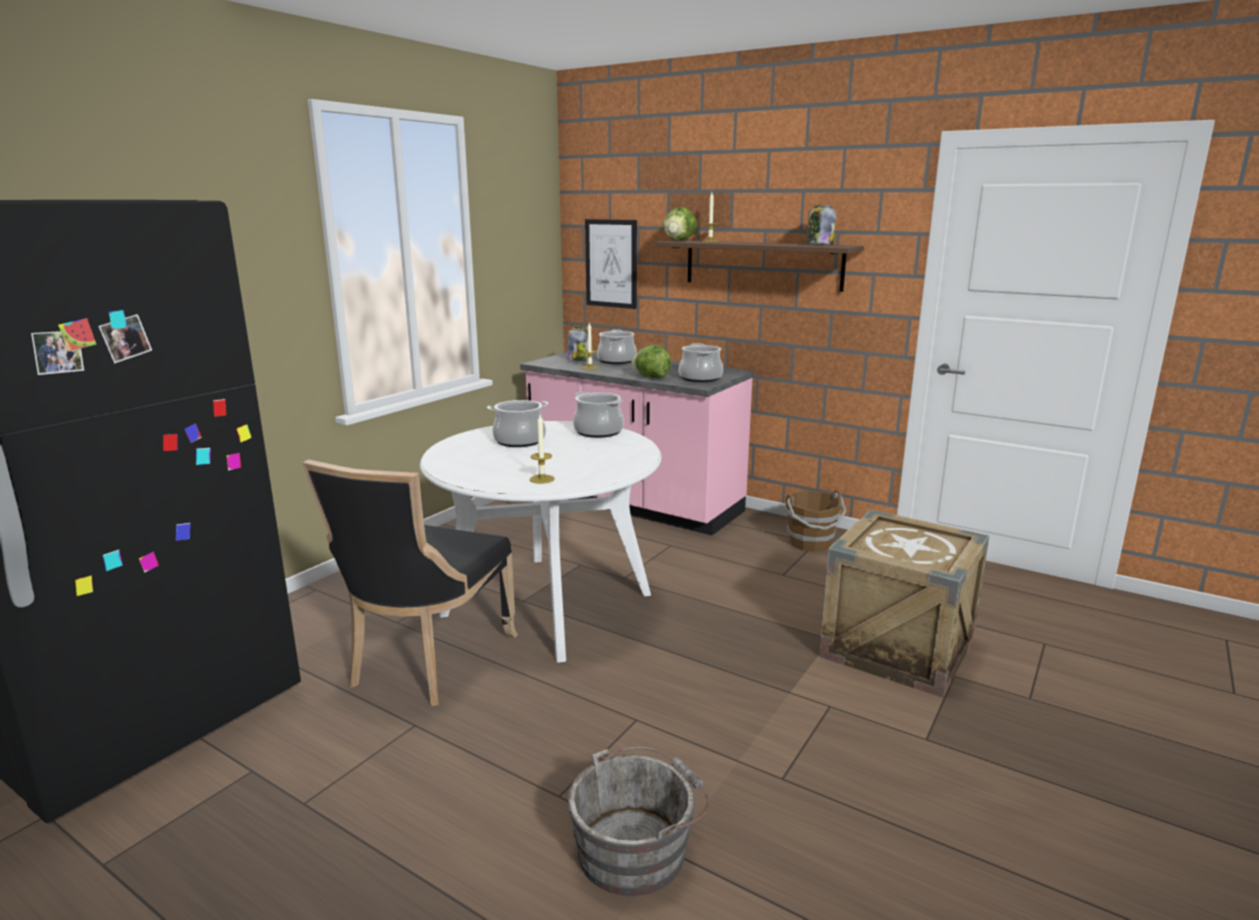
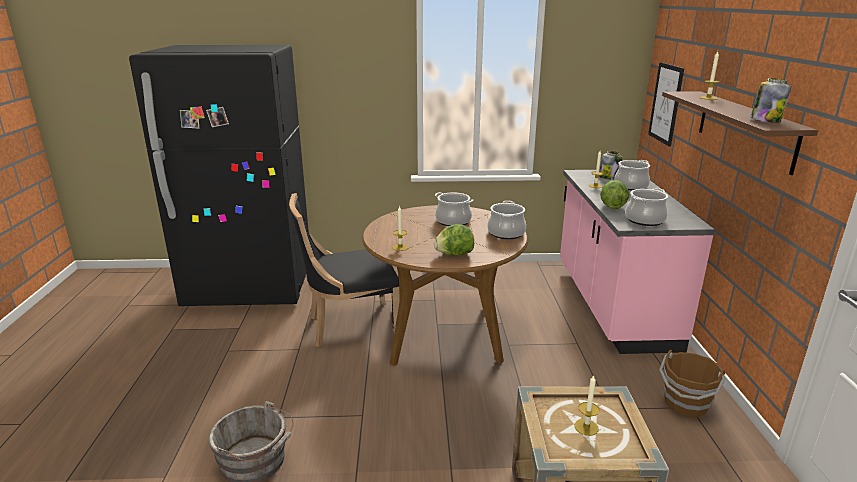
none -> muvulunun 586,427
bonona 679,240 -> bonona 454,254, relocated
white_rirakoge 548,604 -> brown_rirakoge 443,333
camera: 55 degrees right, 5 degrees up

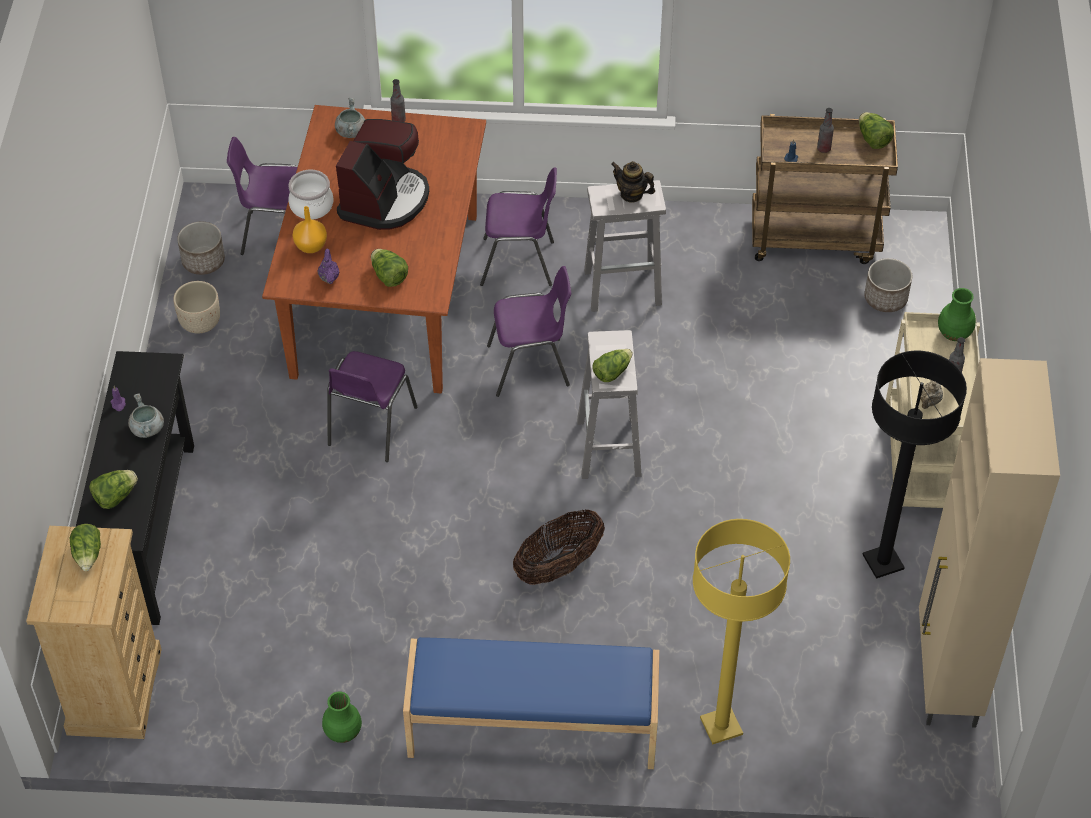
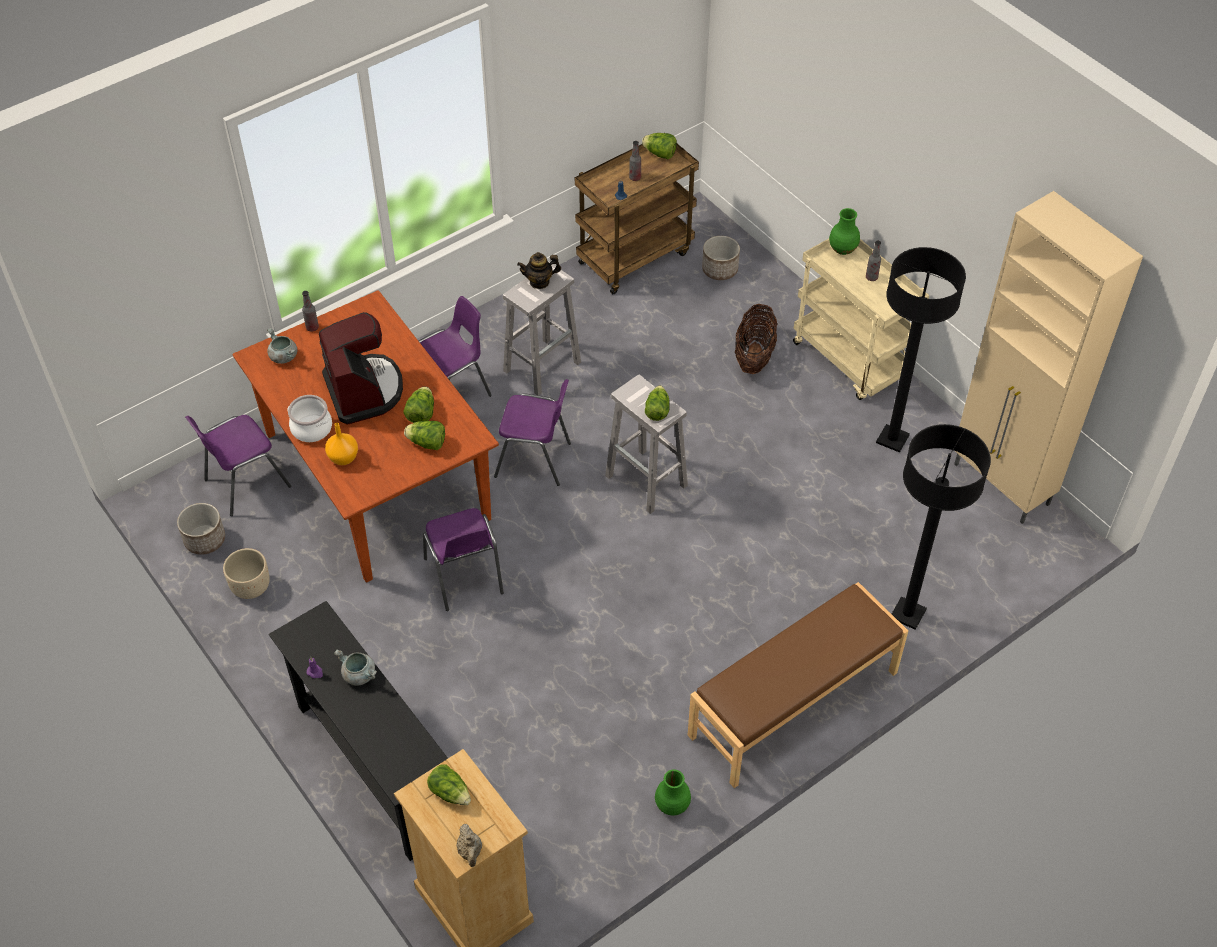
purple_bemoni 329,277 -> none
bonona 115,497 -> bonona 421,413, relocated
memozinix 558,566 -> memozinix 754,356, relocated
beige_bemoni 929,401 -> beige_bemoni 470,852, relocated
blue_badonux 532,728 -> brown_badonux 794,705
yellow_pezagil 721,726 -> black_pezagil 907,614
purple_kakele 530,366 -> purple_kakele 535,460, 60 degrees clockwise
camera: 40 degrees left, 0 degrees up

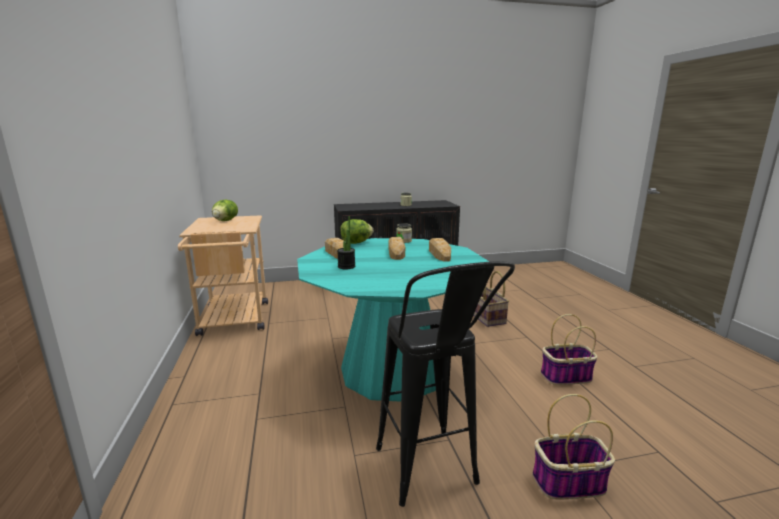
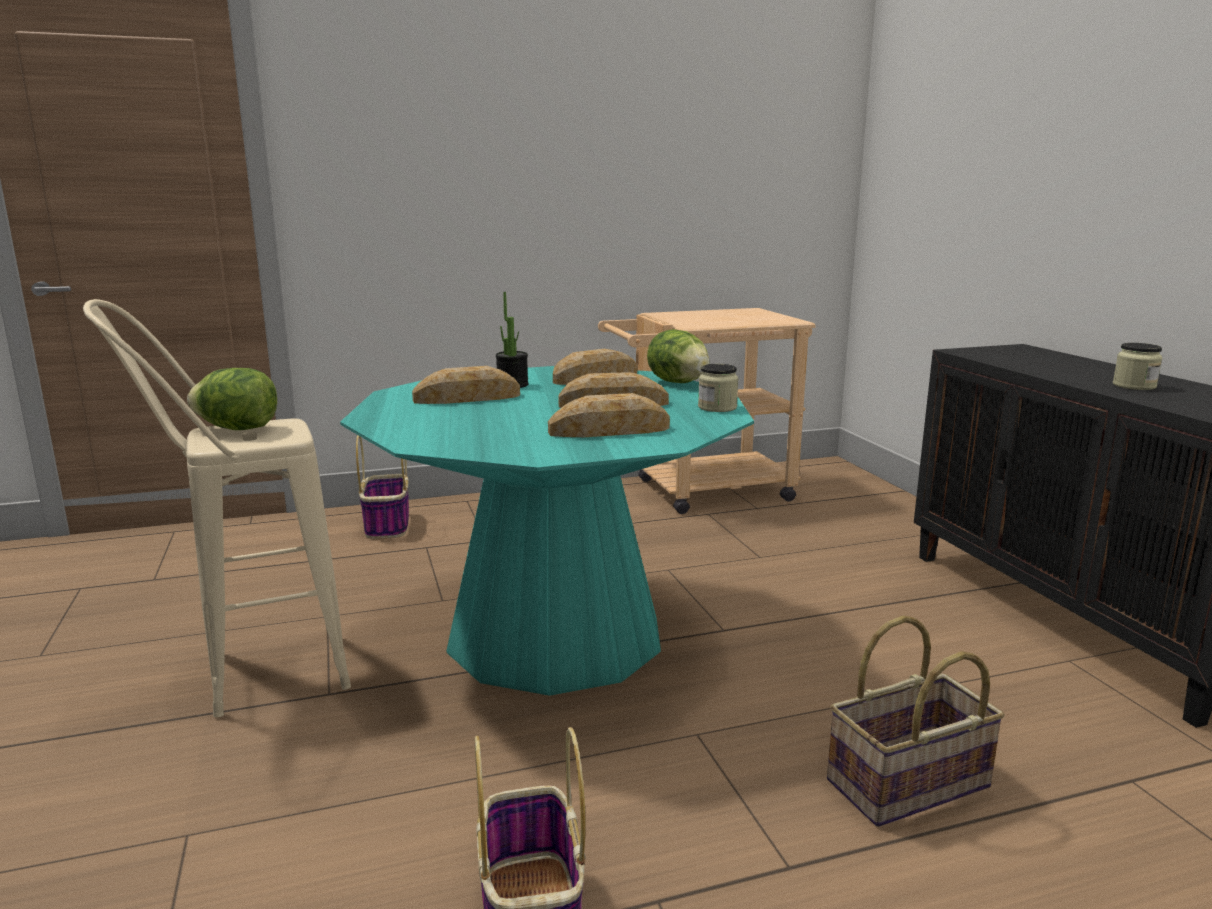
none -> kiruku 467,398
bonona 225,221 -> bonona 238,429, relocated
memozinix 568,483 -> memozinix 387,525, relocated
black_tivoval 432,478 -> beige_tivoval 251,676
camera: 85 degrees right, 0 degrees up

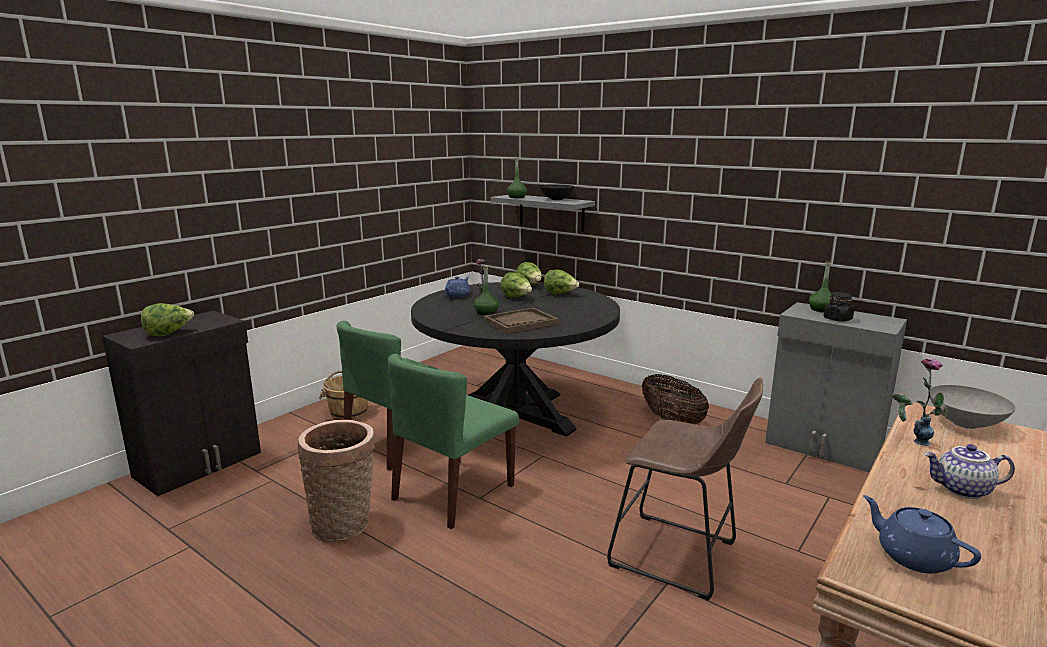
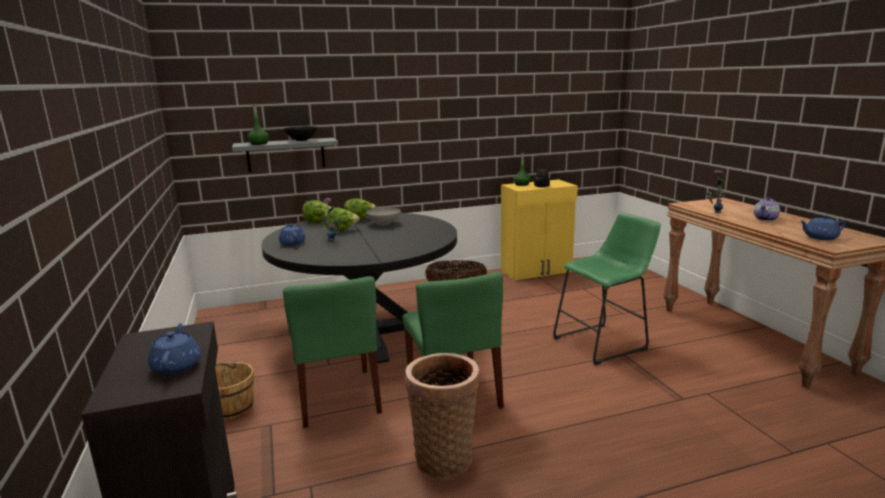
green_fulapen 486,312 -> none
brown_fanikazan 520,323 -> none
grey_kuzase 966,423 -> grey_kuzase 384,223, relocated
bonona 168,333 -> blue_bemoni 177,365
brown_tivoval 680,557 -> green_tivoval 604,343
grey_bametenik 823,448 -> yellow_bametenik 537,271
camera: 55 degrees left, 0 degrees up

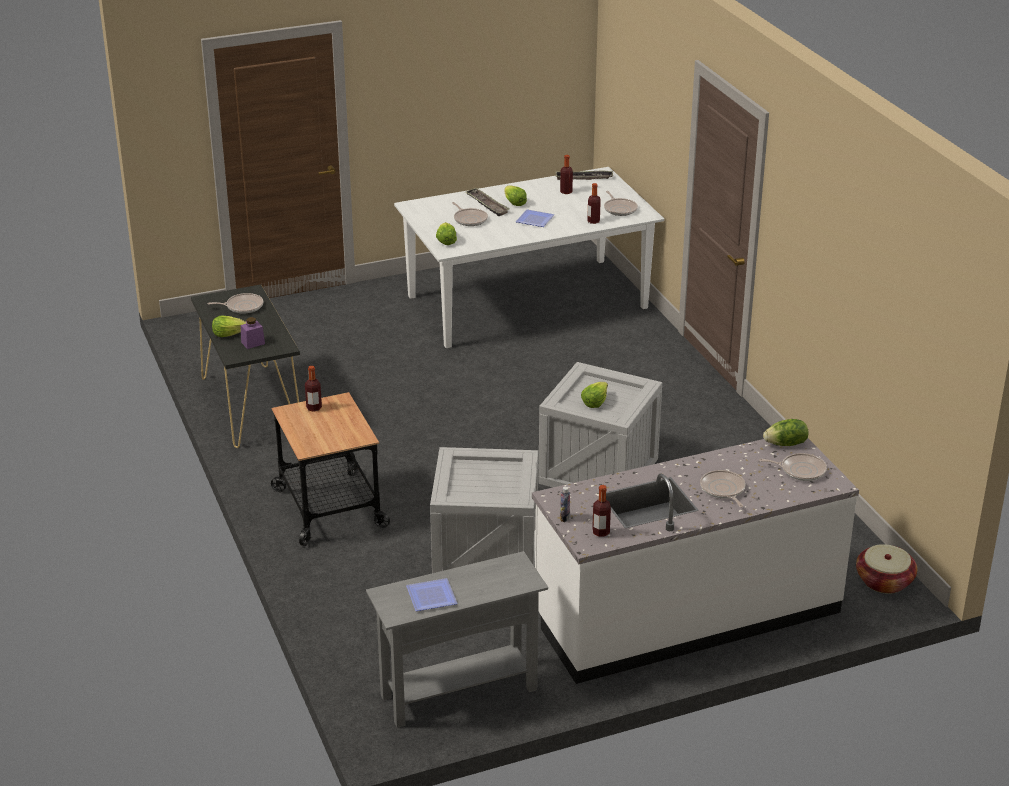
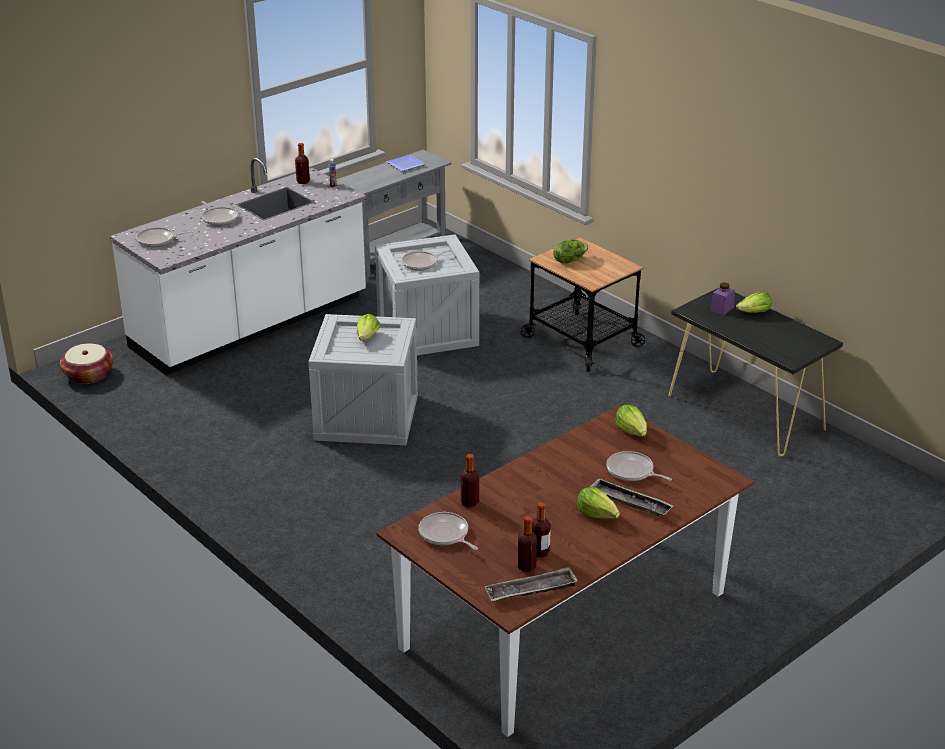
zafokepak 535,220 -> none
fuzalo 242,306 -> fuzalo 421,263, relocated
fulapen 314,408 -> fulapen 526,566, relocated
bonona 786,444 -> bonona 569,260, relocated
white_rirakoge 527,301 -> brown_rirakoge 565,621
camera: 160 degrees right, 0 degrees up

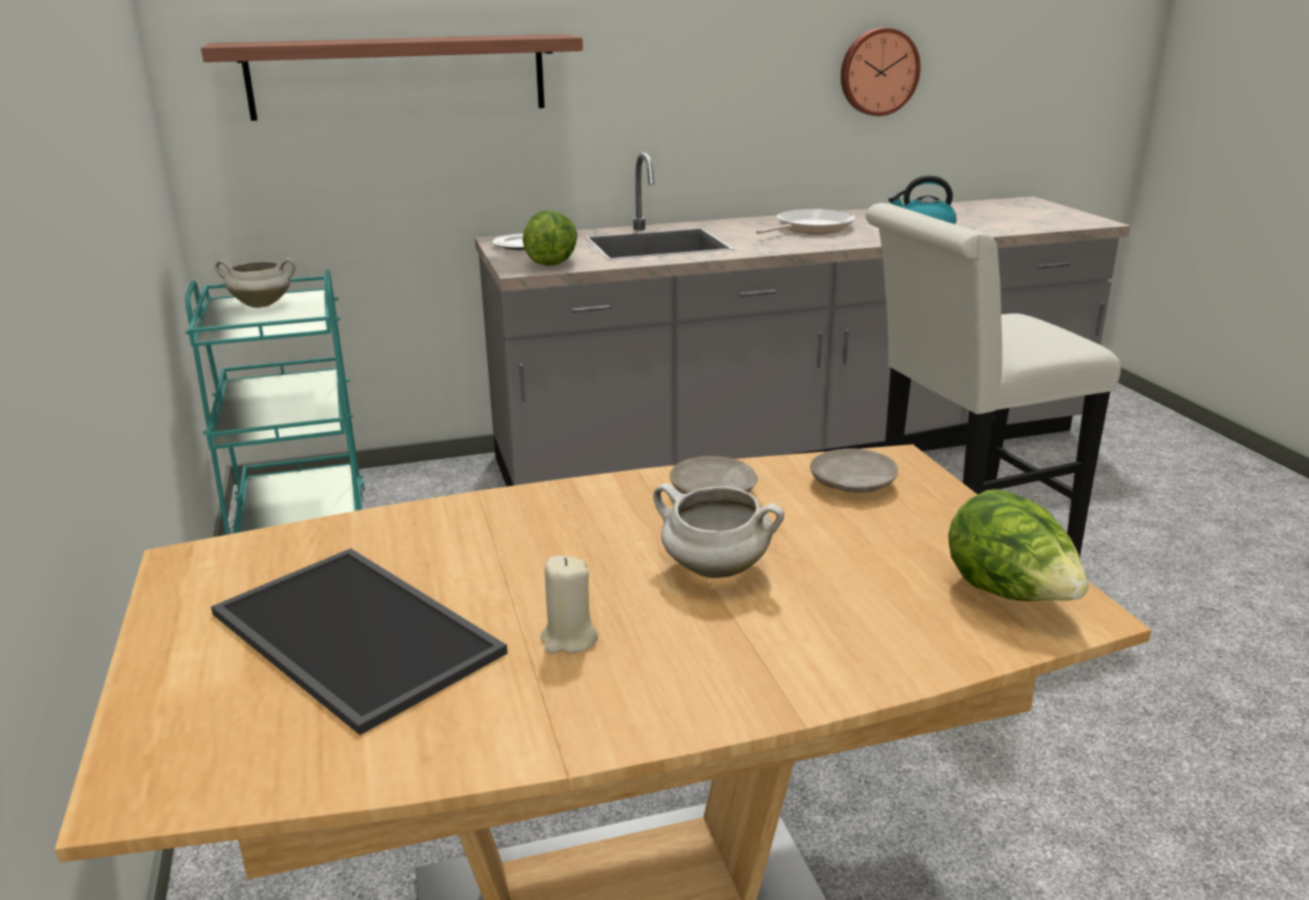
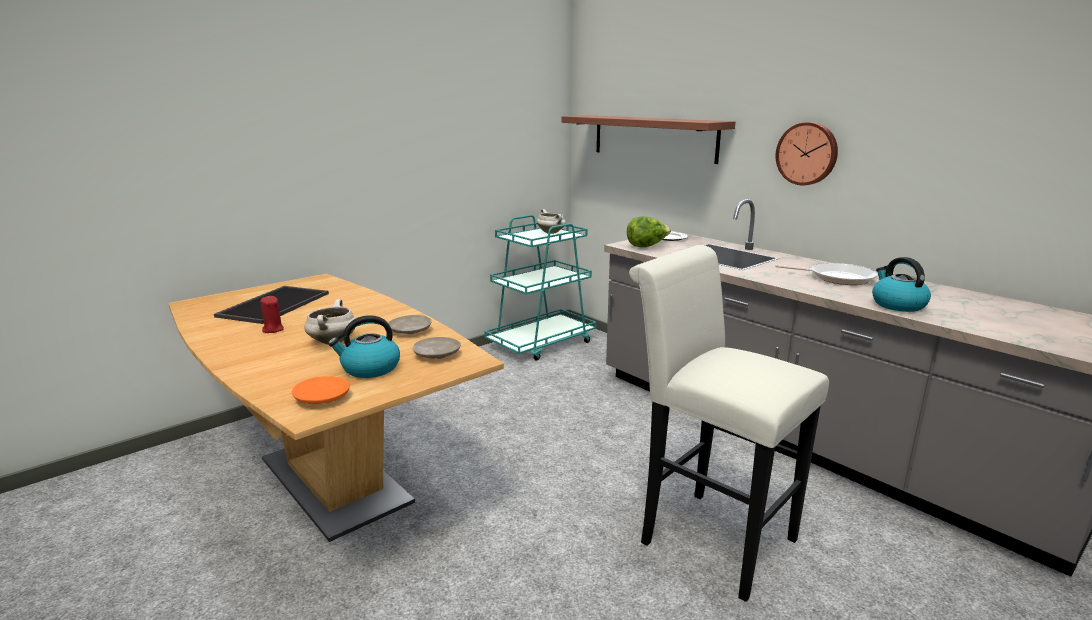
none -> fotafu 369,368
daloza 878,72 -> daloza 807,153, relocated
bonona 1010,595 -> orange_zafokepak 323,398
beige_muvulunun 569,639 -> red_muvulunun 273,329
camera: 65 degrees right, 5 degrees down

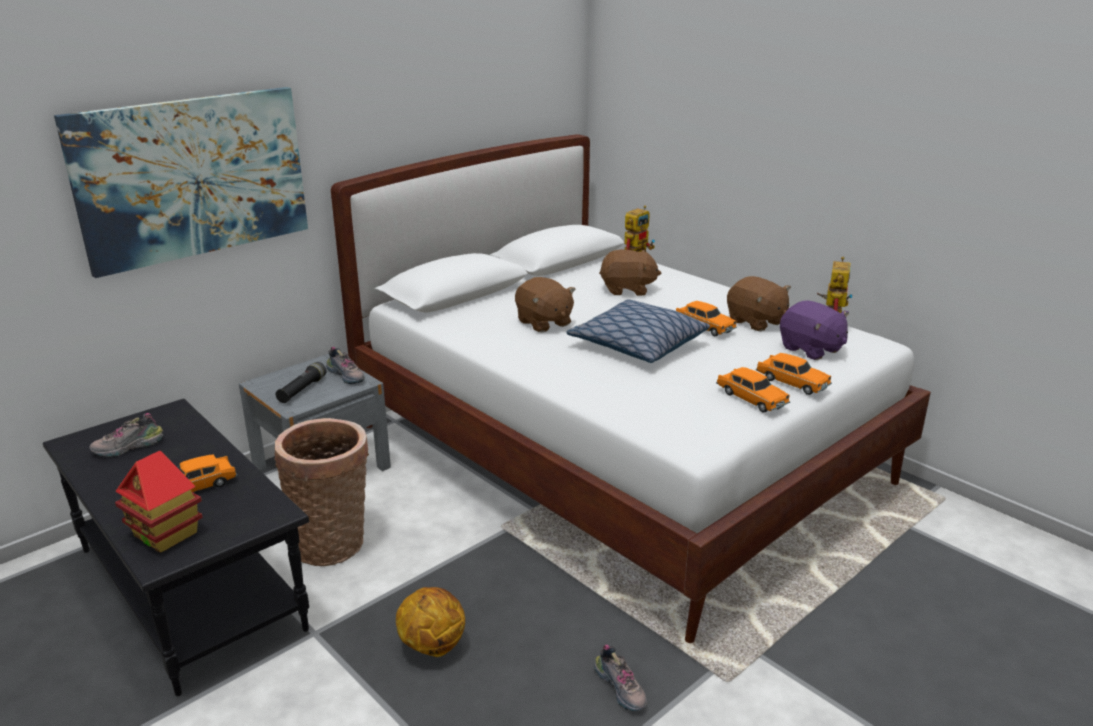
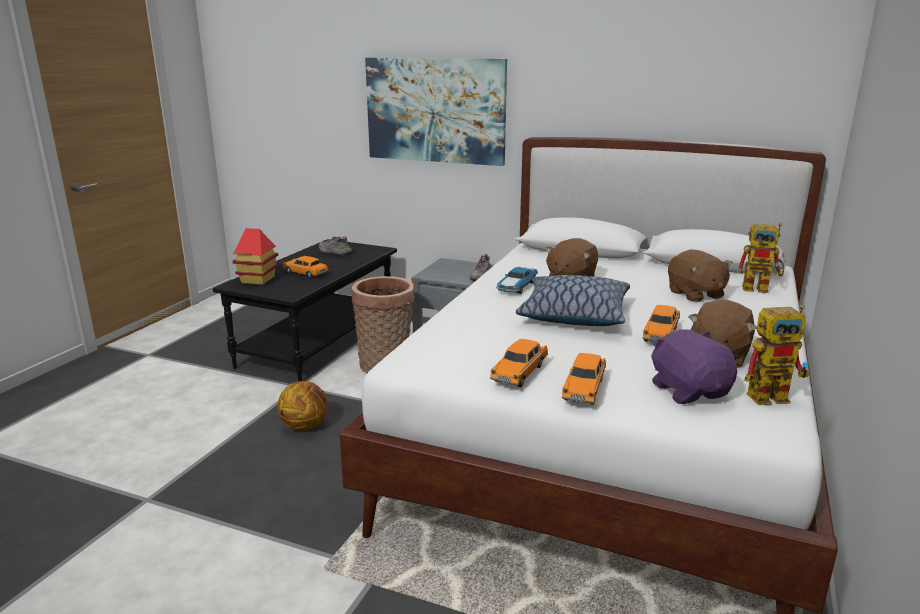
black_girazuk 302,390 -> none
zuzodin 622,688 -> none
none -> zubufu 516,286
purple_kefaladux 811,349 -> purple_kefaladux 689,391, 135 degrees clockwise
camera: 65 degrees right, 5 degrees down

